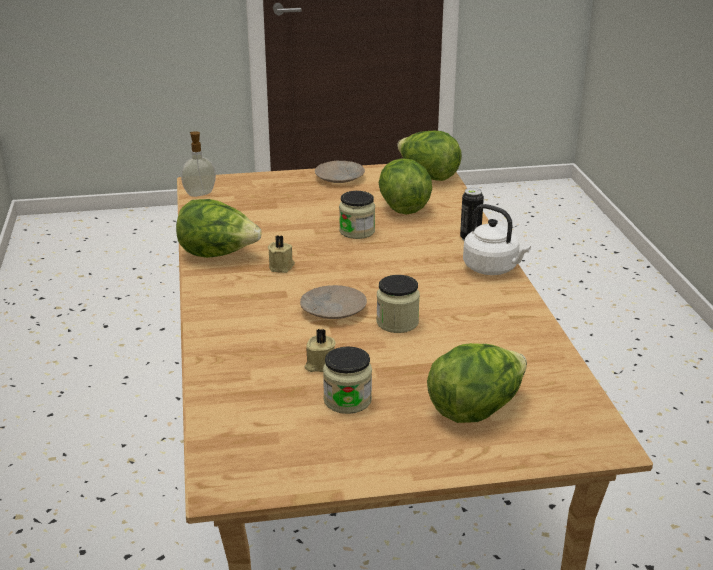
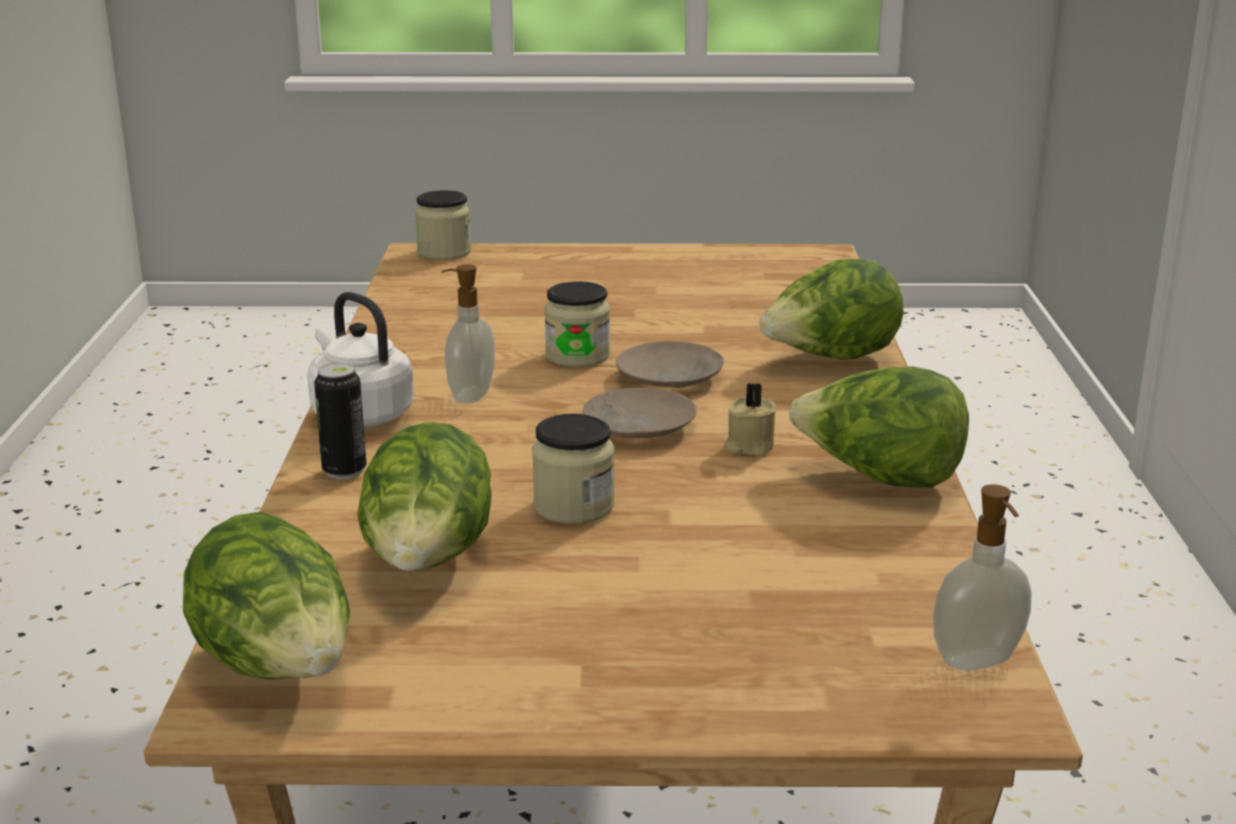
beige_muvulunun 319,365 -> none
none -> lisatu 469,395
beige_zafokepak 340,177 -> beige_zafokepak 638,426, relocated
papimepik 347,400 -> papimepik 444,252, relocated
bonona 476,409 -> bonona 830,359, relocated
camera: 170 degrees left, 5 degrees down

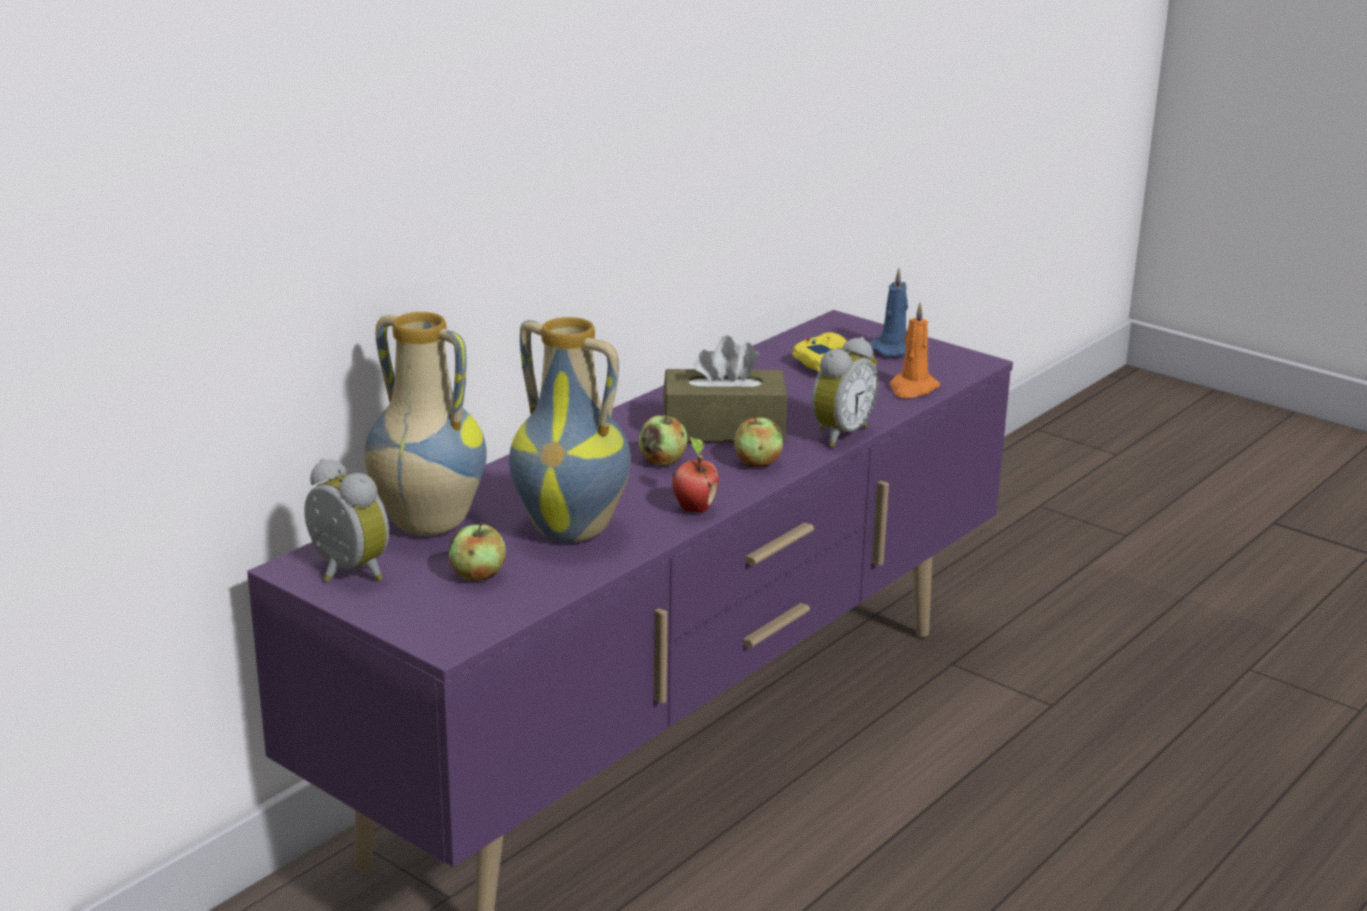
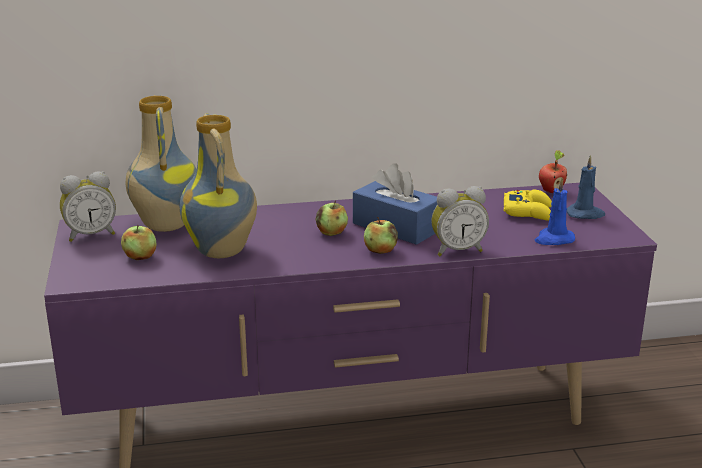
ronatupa 693,508 -> ronatupa 551,190, relocated
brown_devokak 724,429 -> blue_devokak 396,227
orange_muvulunun 912,388 -> blue_muvulunun 554,239
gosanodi 345,573 -> gosanodi 91,235, 75 degrees clockwise
camera: 40 degrees right, 0 degrees up

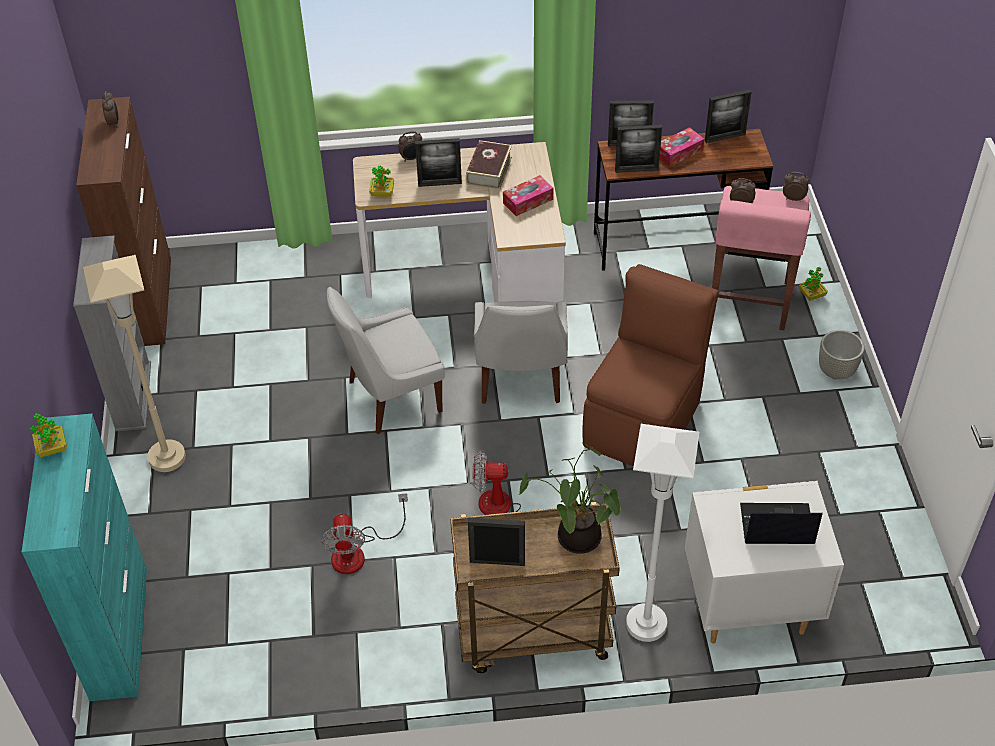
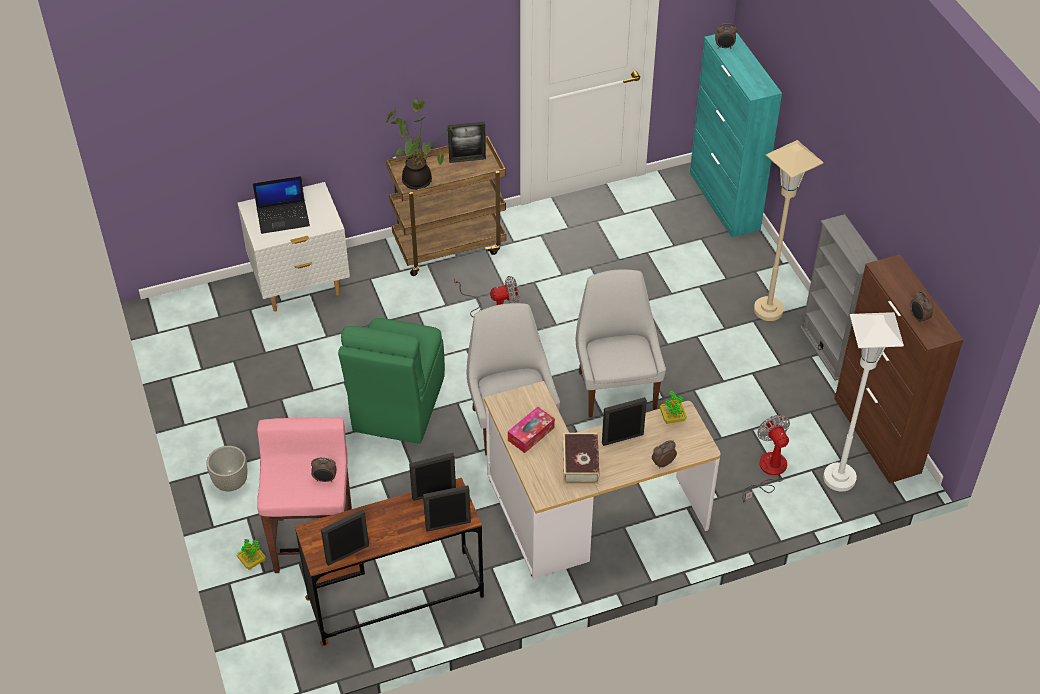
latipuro 52,448 -> none
devokak 679,152 -> none
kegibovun 358,552 -> kegibovun 768,471, relocated
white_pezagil 646,624 -> white_pezagil 839,478, relocated
gosanodi 793,198 -> gosanodi 724,47, relocated
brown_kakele 644,421 -> green_kakele 397,406
white_kakele 391,397 -> white_kakele 616,388, 60 degrees counterclockwise
camera: 165 degrees right, 0 degrees up

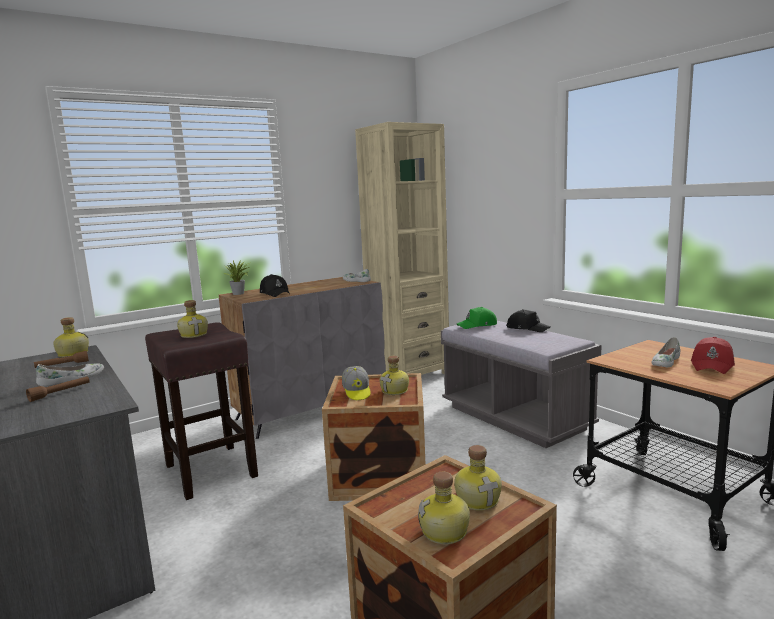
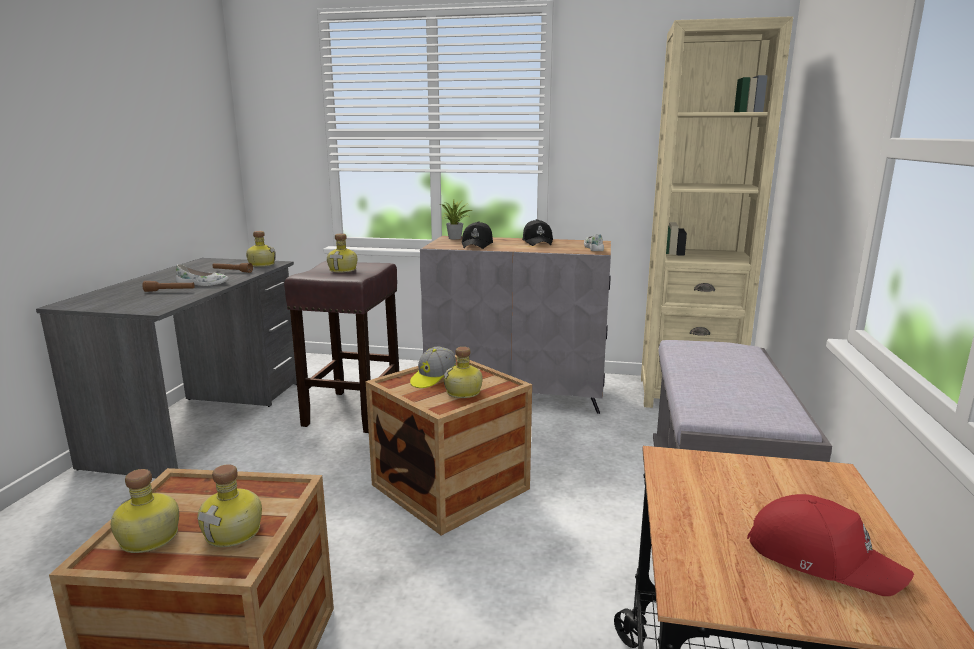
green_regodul 477,325 -> none
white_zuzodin 665,362 -> none
black_regodul 527,328 -> black_regodul 538,242, relocated
red_regodul 712,365 -> red_regodul 820,558, 135 degrees counterclockwise
camera: 45 degrees right, 5 degrees up

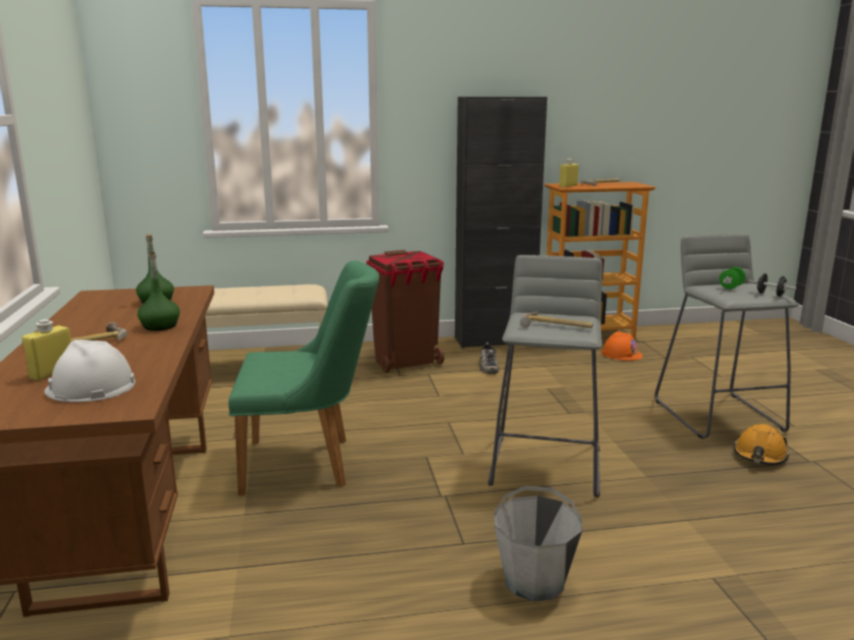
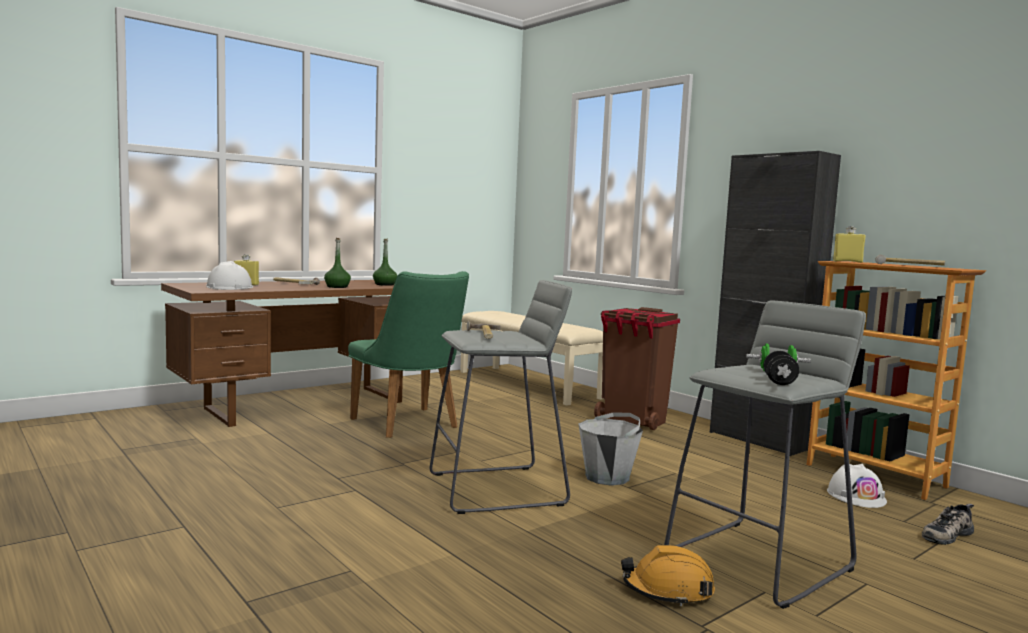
zuzodin 487,366 -> zuzodin 946,534, relocated
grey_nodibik 534,580 -> grey_nodibik 607,477, relocated
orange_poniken 621,354 -> white_poniken 856,496
camera: 60 degrees right, 10 degrees down

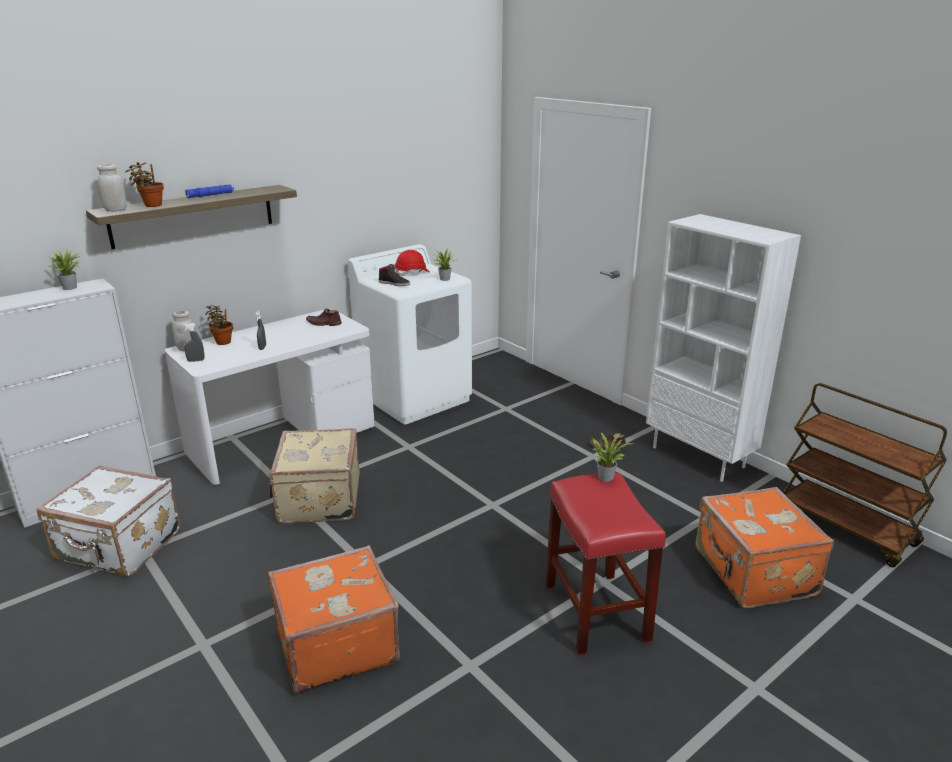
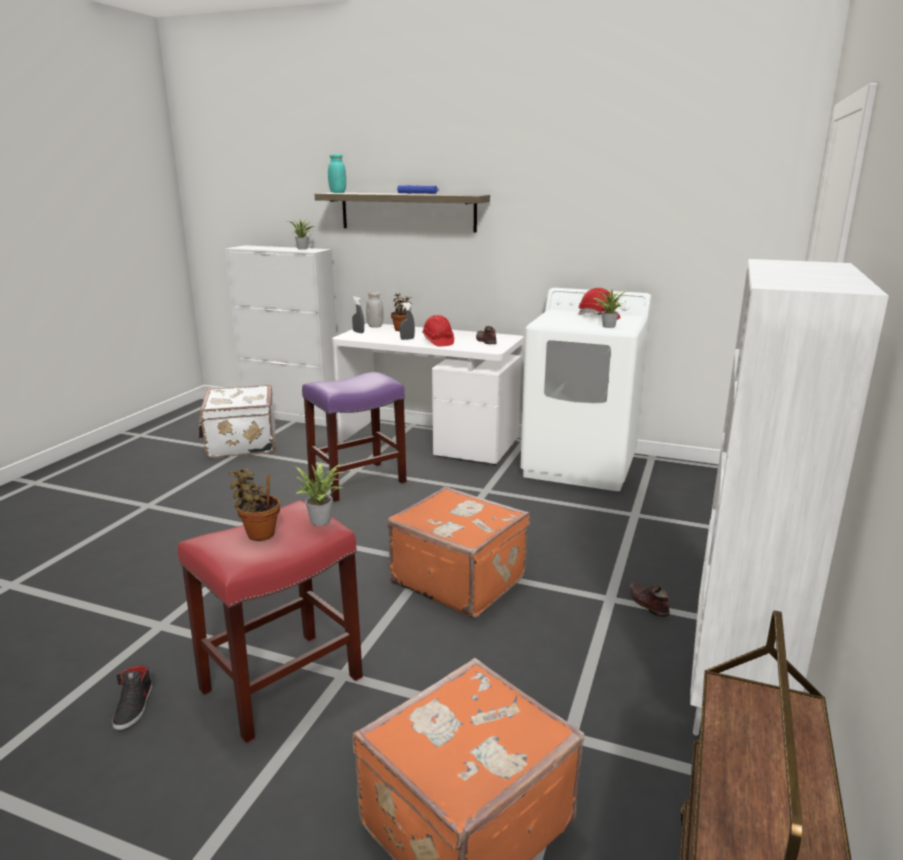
none -> red_poniken 438,342
latipuro 151,205 -> latipuro 258,533, relocated
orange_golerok 335,644 -> orange_golerok 459,579, relocated
black_zuzodin 394,283 -> black_zuzodin 134,707, relocated
beige_golerok 318,499 -> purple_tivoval 357,482
white_papimepik 116,210 -> turquoise_papimepik 337,193
camera: 60 degrees right, 5 degrees down

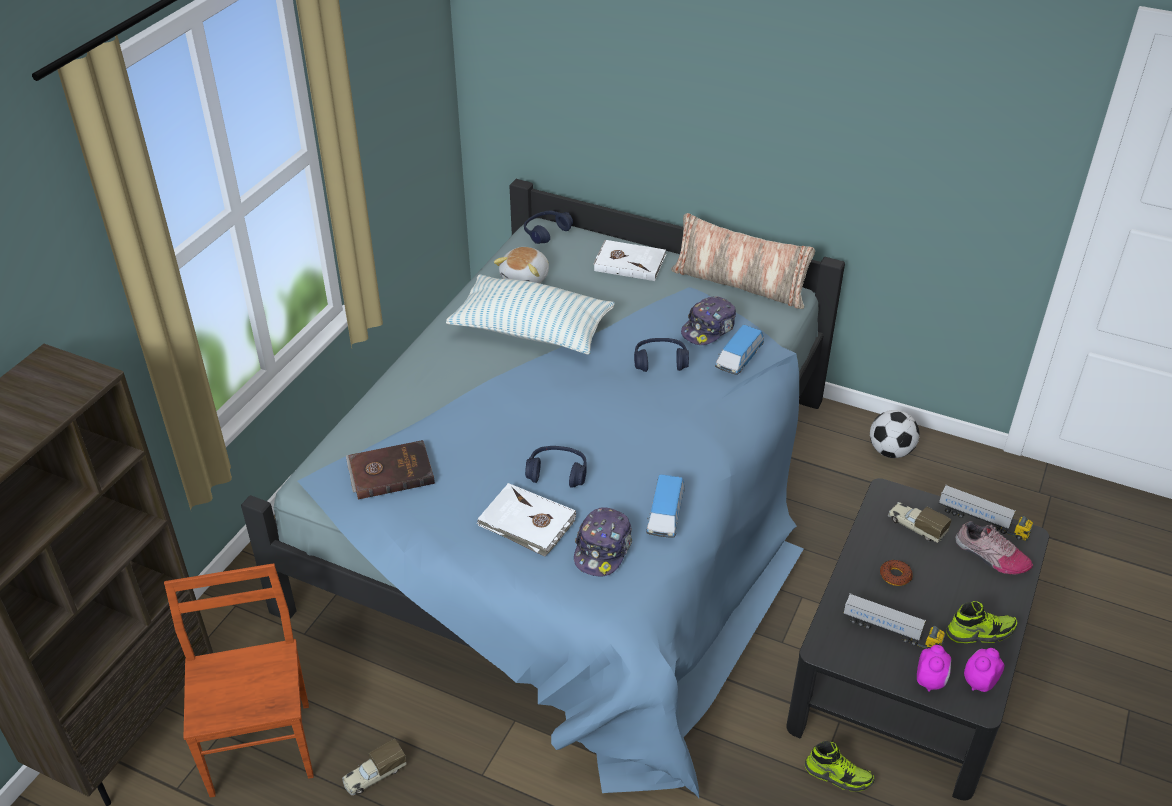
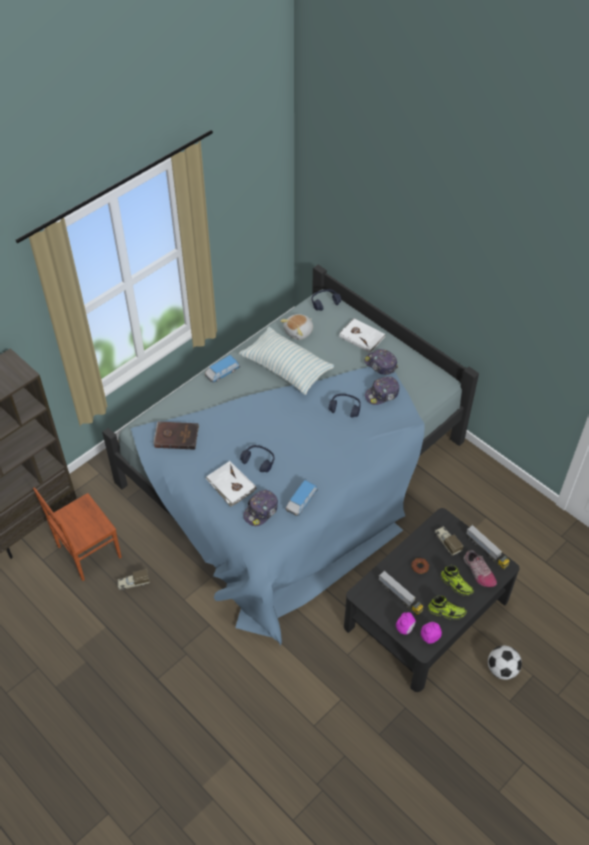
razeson 739,284 -> none
none -> regodul 380,365
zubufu 738,359 -> zubufu 222,373, relocated
zuzodin 838,775 -> zuzodin 456,584, relocated
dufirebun 890,451 -> dufirebun 502,669, relocated
brown_kakele 262,746 -> brown_kakele 87,552, 135 degrees counterclockwise
camera: 20 degrees right, 10 degrees up

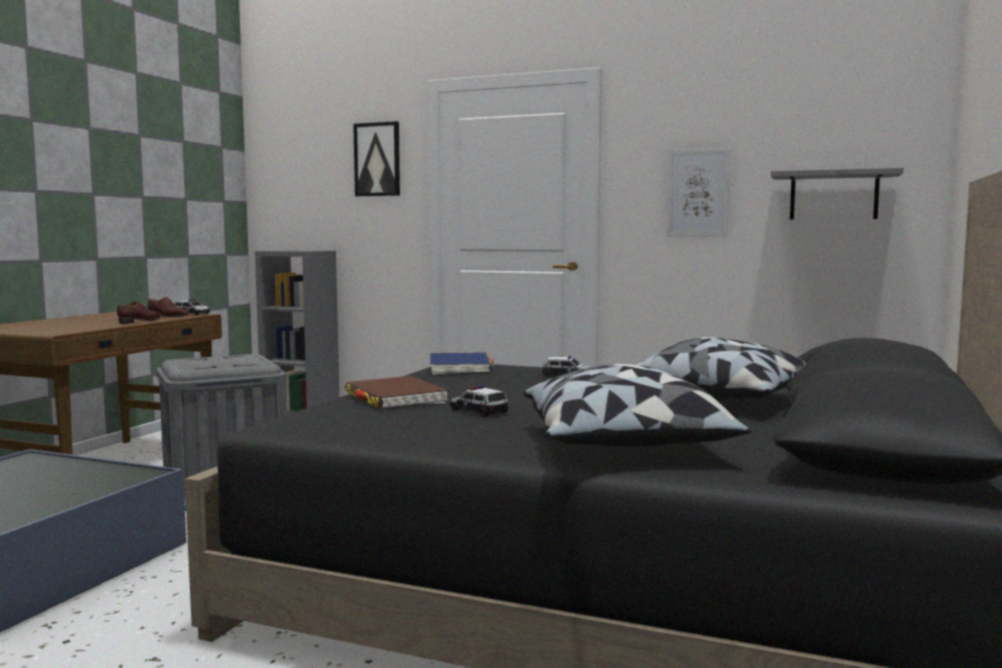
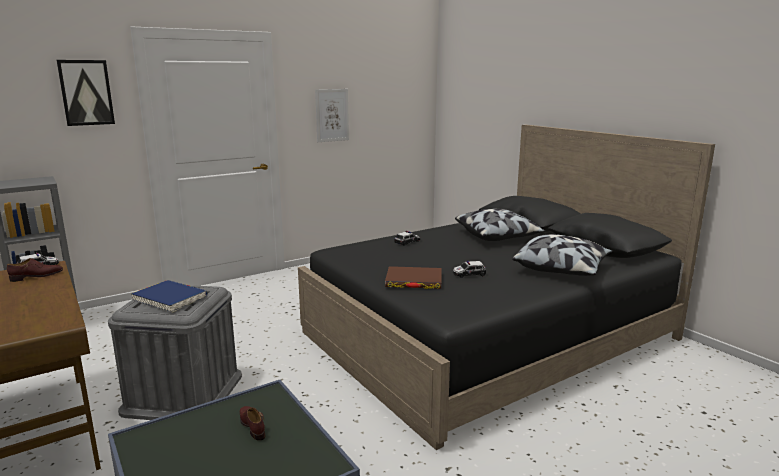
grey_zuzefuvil 833,196 -> none
brown_zuzodin 140,321 -> brown_zuzodin 252,425, relocated
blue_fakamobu 460,368 -> blue_fakamobu 170,299, relocated
camera: 55 degrees left, 10 degrees up

